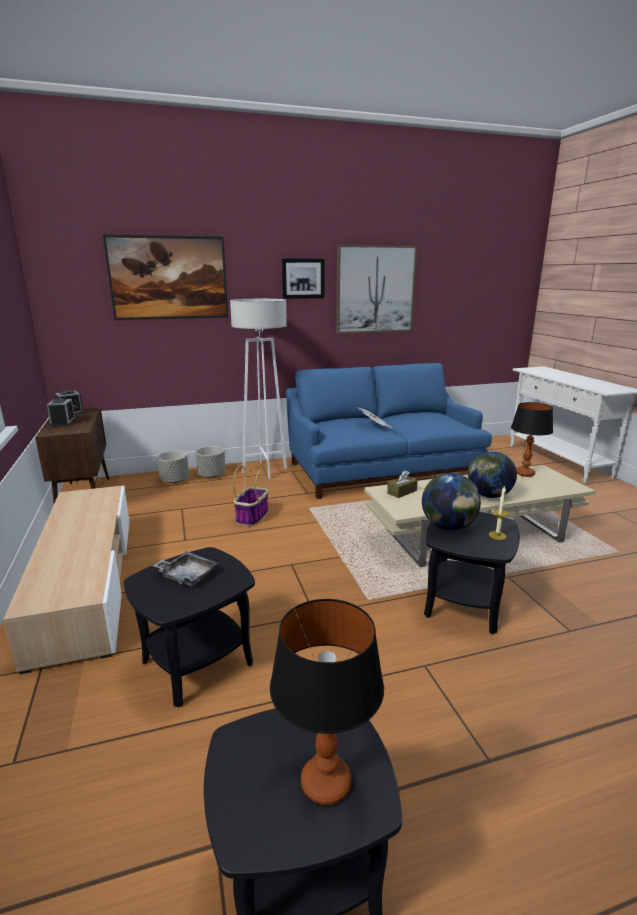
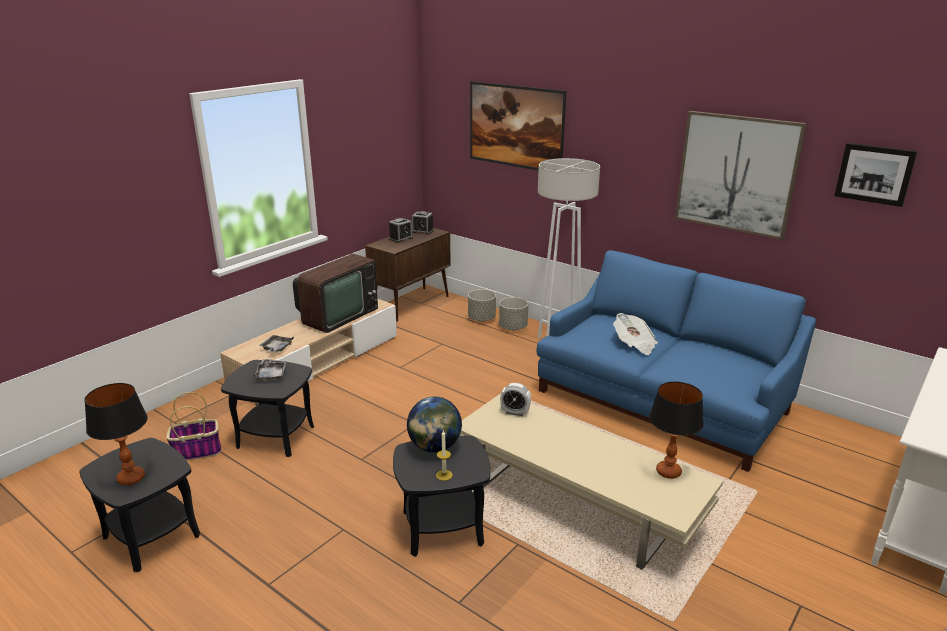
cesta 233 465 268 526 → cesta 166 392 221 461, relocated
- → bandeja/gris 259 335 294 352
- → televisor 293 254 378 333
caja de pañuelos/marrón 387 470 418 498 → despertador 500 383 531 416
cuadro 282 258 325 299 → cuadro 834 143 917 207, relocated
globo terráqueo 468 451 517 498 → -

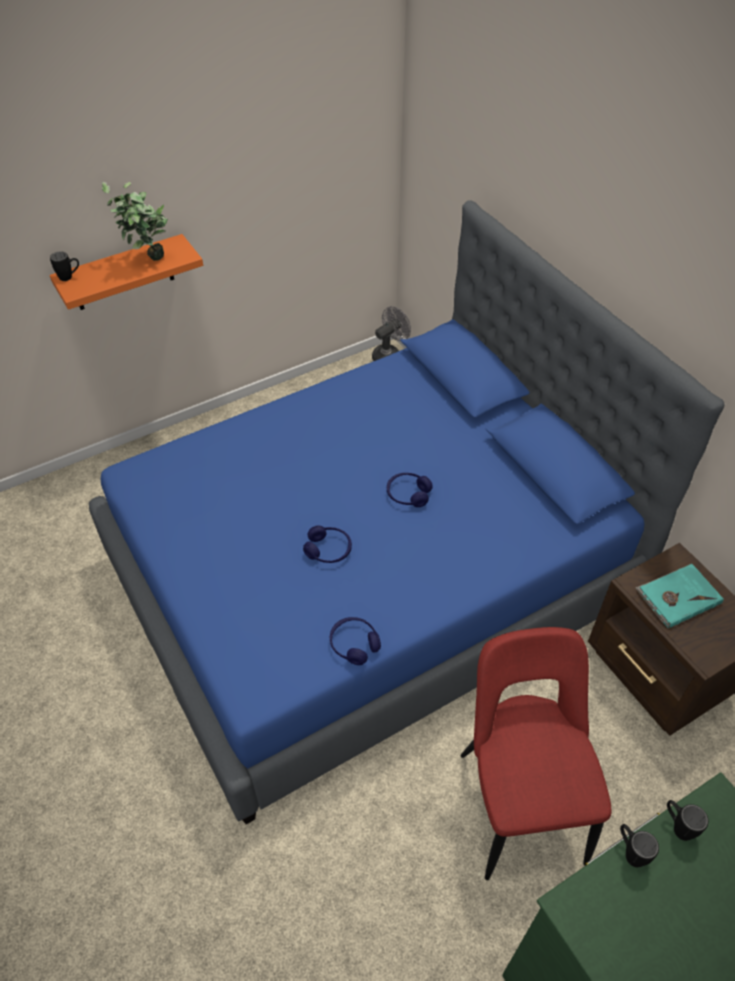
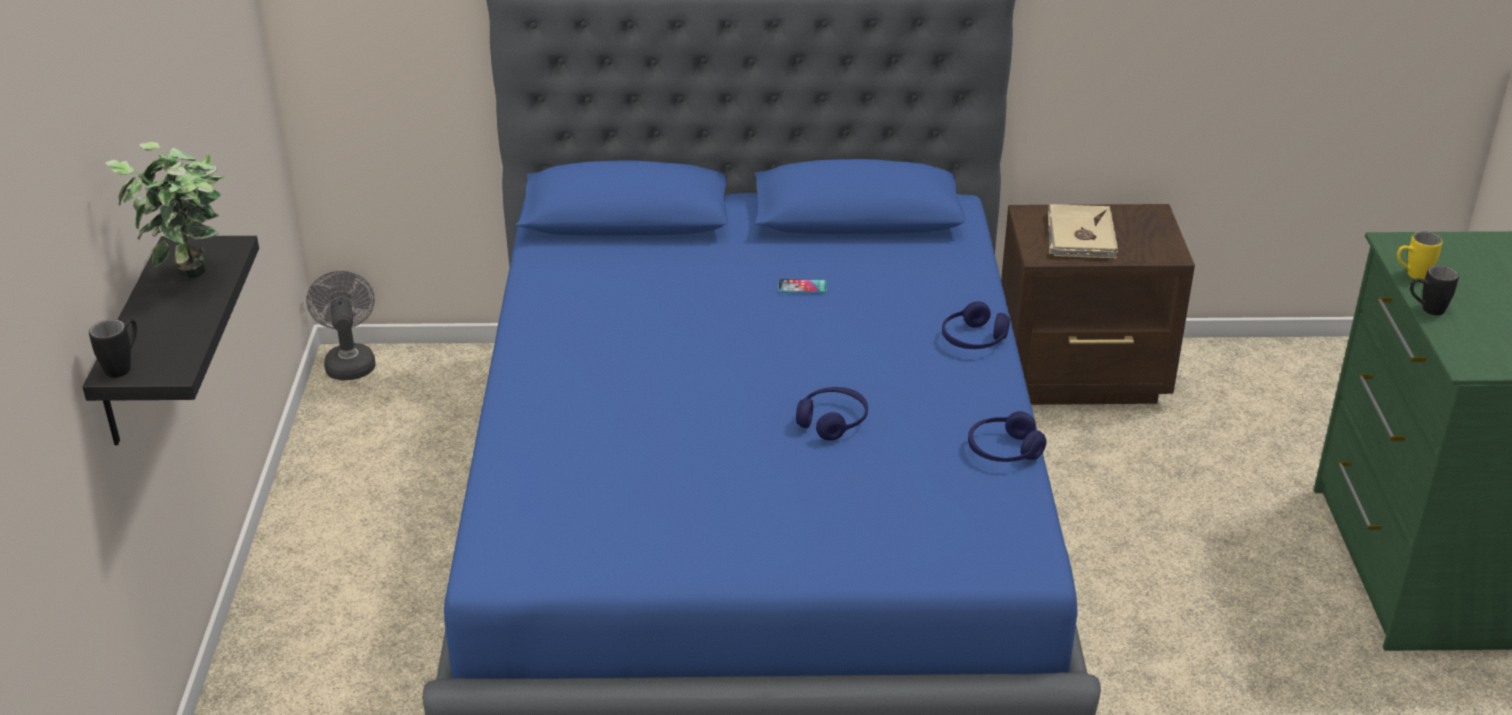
estante/naranja 50 234 203 310 → estante/negro 82 236 259 445
- → móvil 778 279 827 294
auriculares/azul 387 473 433 507 → auriculares/azul 942 301 1010 349, relocated
libro/turquesa 635 564 724 628 → libro/beis 1048 204 1118 259
taza grande/negro 667 800 708 841 → taza grande/amarillo 1397 231 1443 279
silla/rojo 461 627 612 880 → -

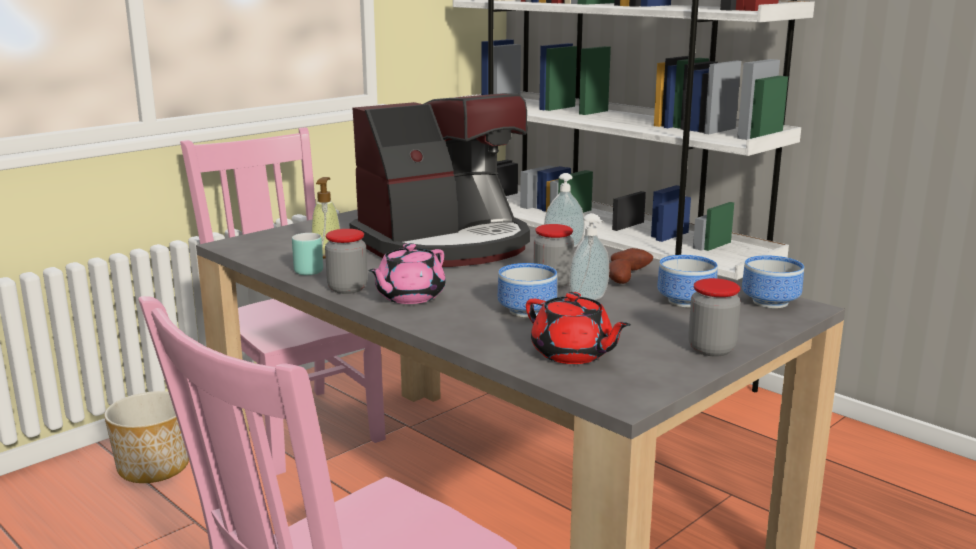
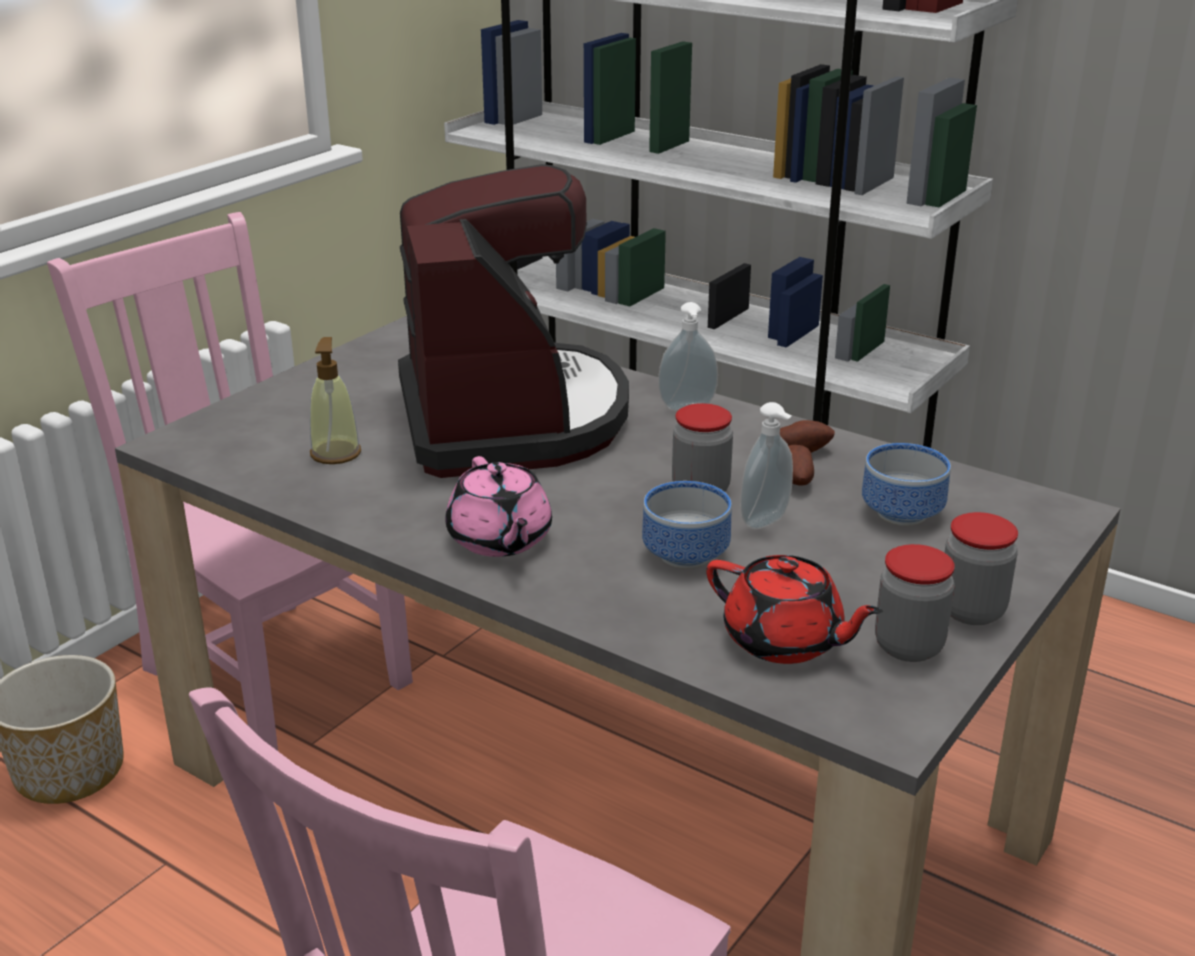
cafetera 349 93 530 267 → cafetera 398 164 629 478, 60 degrees counterclockwise
tetera/rosa 368 243 446 304 → tetera/rosa 445 456 552 557, 45 degrees counterclockwise
tarro 325 229 367 294 → tarro 875 544 955 662, relocated
taza grande/turquesa 292 233 323 275 → -
cuenco 742 255 804 308 → -

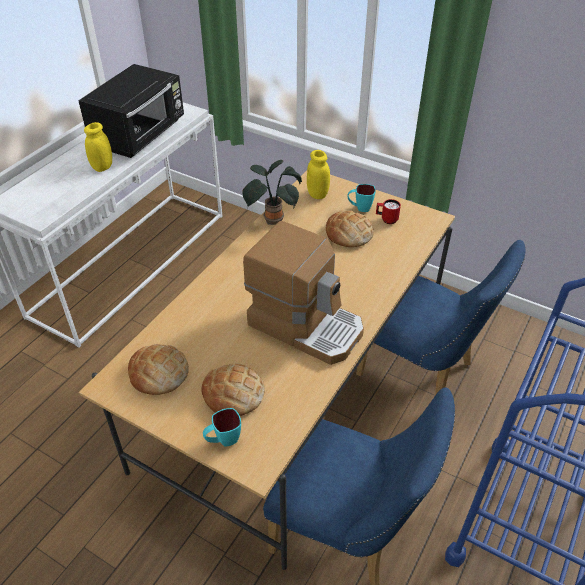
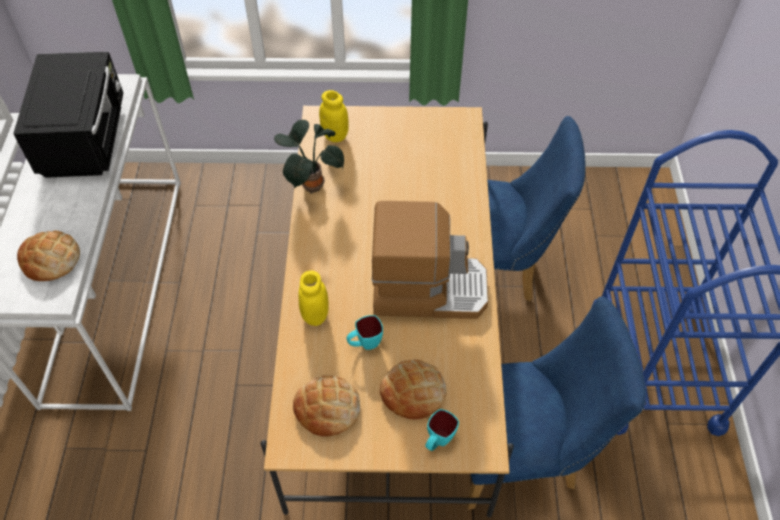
pan 326 211 374 247 → pan 17 230 80 281, relocated
tarro/amarillo 84 122 112 172 → tarro/amarillo 299 270 329 326, relocated
taza grande/turquesa 347 184 376 212 → taza grande/turquesa 347 315 383 350, relocated
taza grande/rojo 376 199 401 224 → -

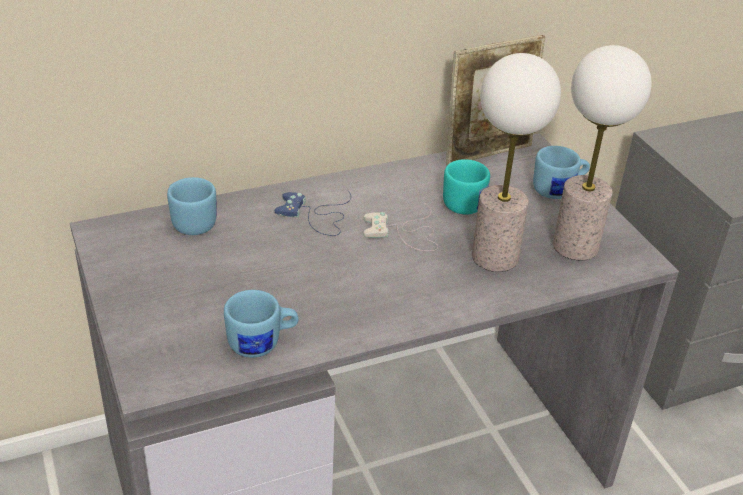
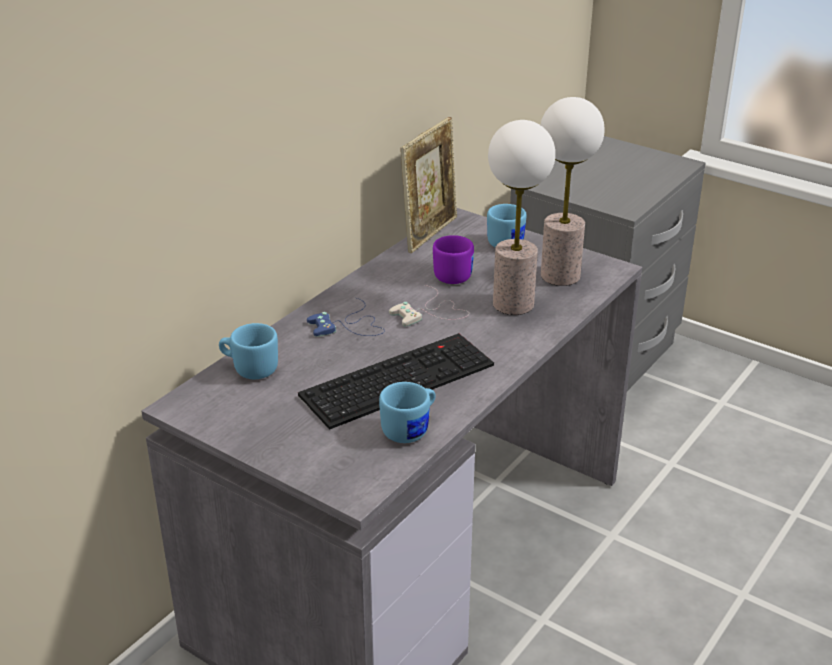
- → teclado 298 333 494 430
taza grande/turquesa 443 159 490 214 → taza grande/morado 433 235 474 284

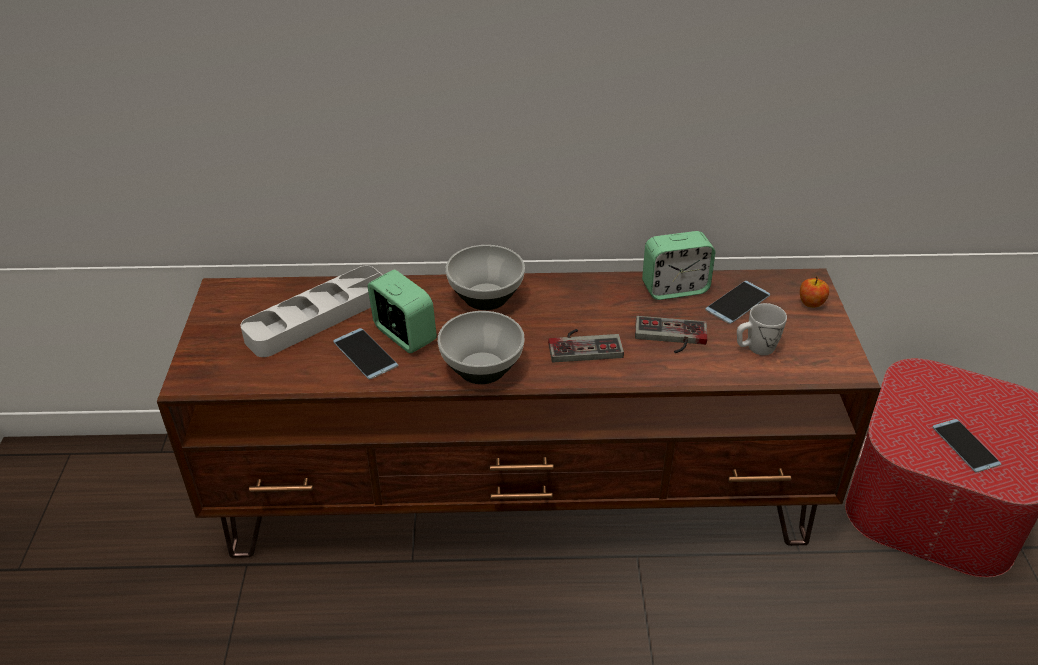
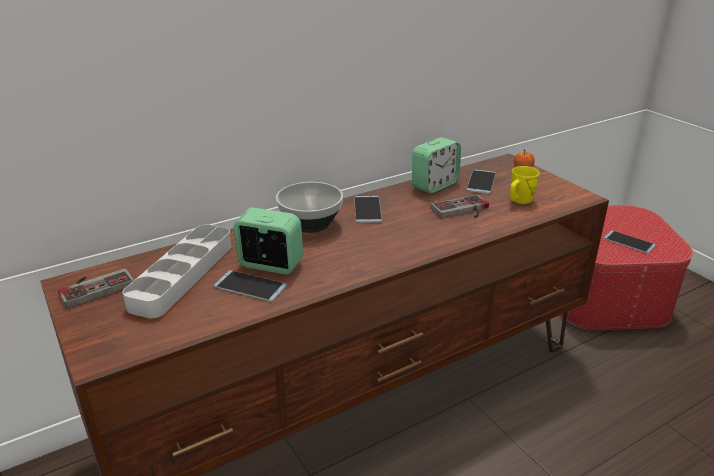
mando de consola 548 329 624 362 → mando de consola 58 268 134 308, relocated
- → móvil 354 196 382 223
taza grande/blanco 737 303 787 355 → taza grande/amarillo 510 166 540 204
cuenco 438 311 525 384 → -

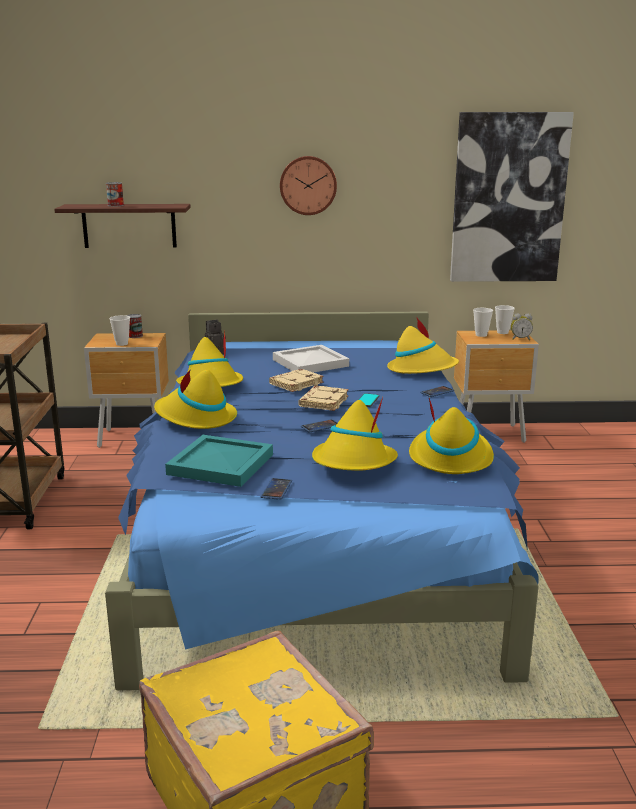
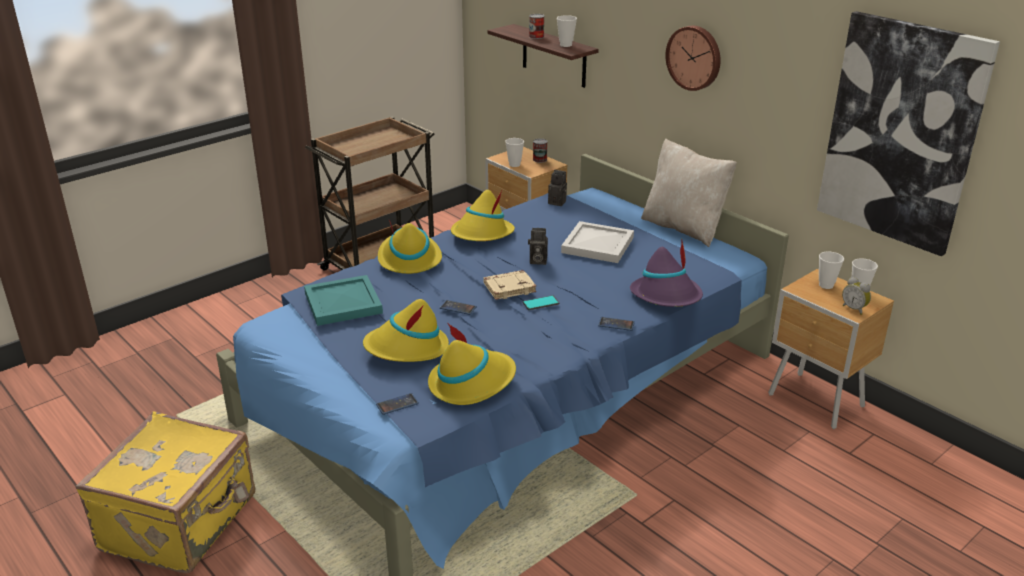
móvil 260 478 292 500 → móvil 376 393 419 415, relocated
libro/beis 269 369 324 392 → cámara 528 228 548 265
- → taza 557 15 577 47
sombrero/amarillo 387 318 459 374 → sombrero/morado 630 242 703 307
- → cojín/beis 641 138 737 247

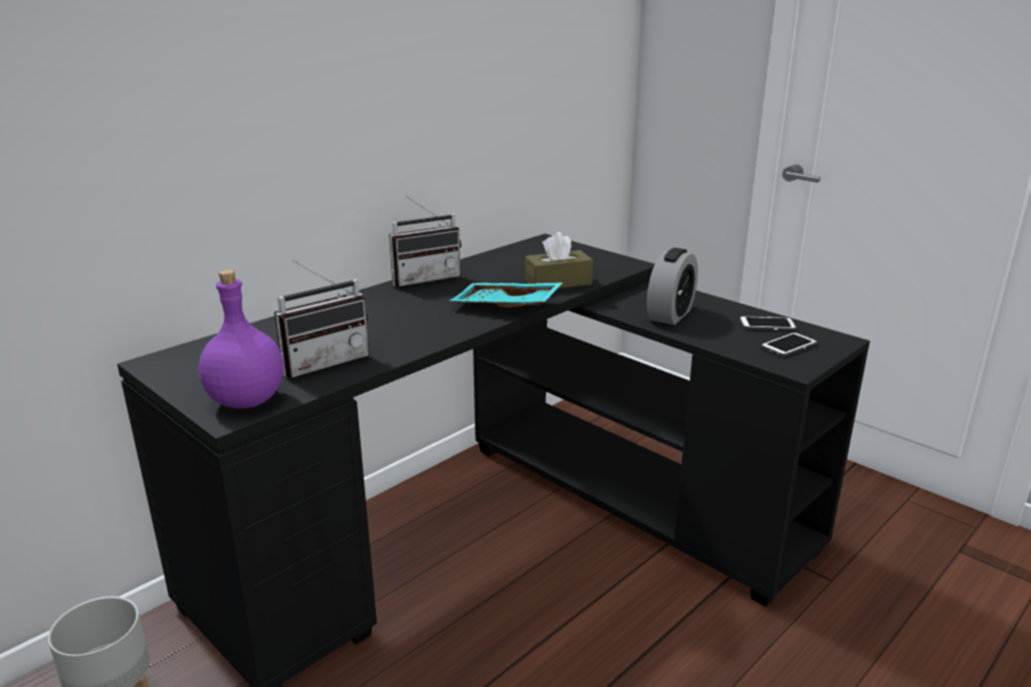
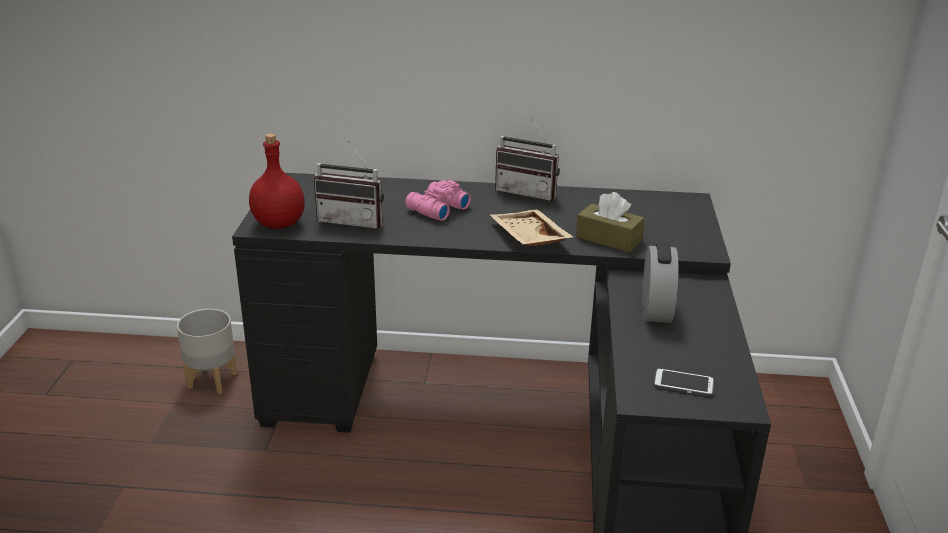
botella/morado 199 269 284 409 → botella/rojo 249 134 305 229
- → prismáticos/rosa 405 180 471 221
bandeja/turquesa 449 283 562 307 → bandeja/beis 490 210 573 246
despertador 647 248 698 325 → despertador 642 243 679 323, 75 degrees counterclockwise
móvil 739 316 797 331 → -

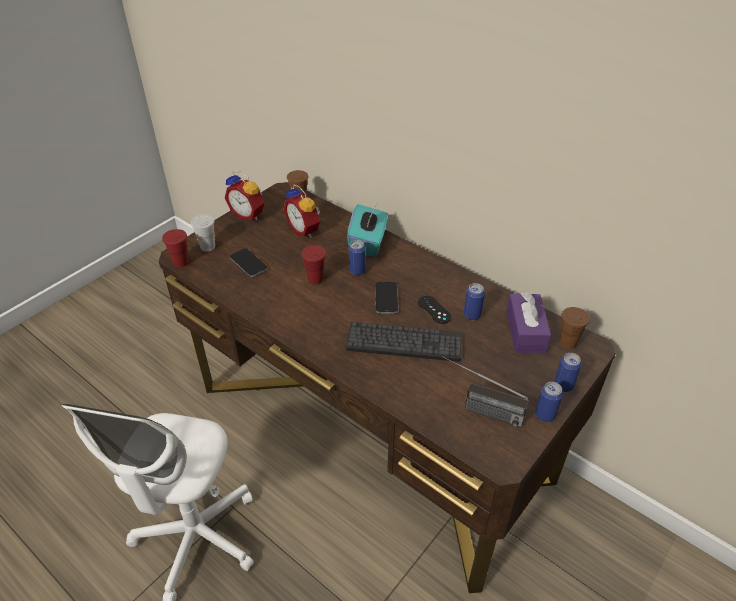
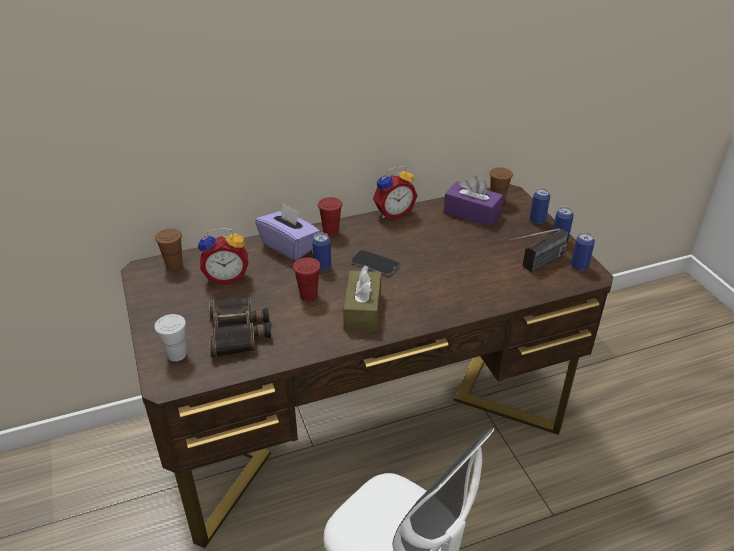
móvil 230 248 268 277 → prismáticos 209 297 271 357
caja de pañuelos/turquesa 347 204 388 256 → caja de pañuelos/morado 255 203 320 261
taza/rojo 162 229 189 267 → taza/rojo 318 197 342 237, relocated
- → caja de pañuelos/marrón 343 266 381 331
despertador 225 171 265 220 → despertador 373 166 417 219, relocated
lata 464 283 485 320 → lata 571 232 595 270, relocated
teclado 346 322 462 362 → -
mando de consola/negro 418 296 451 324 → -

